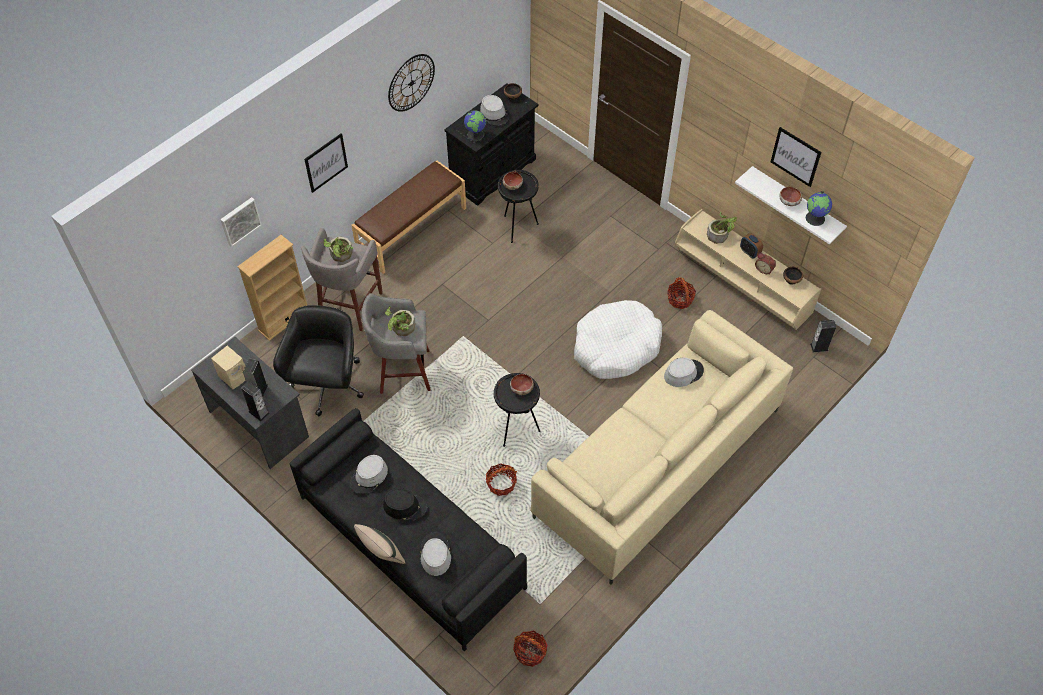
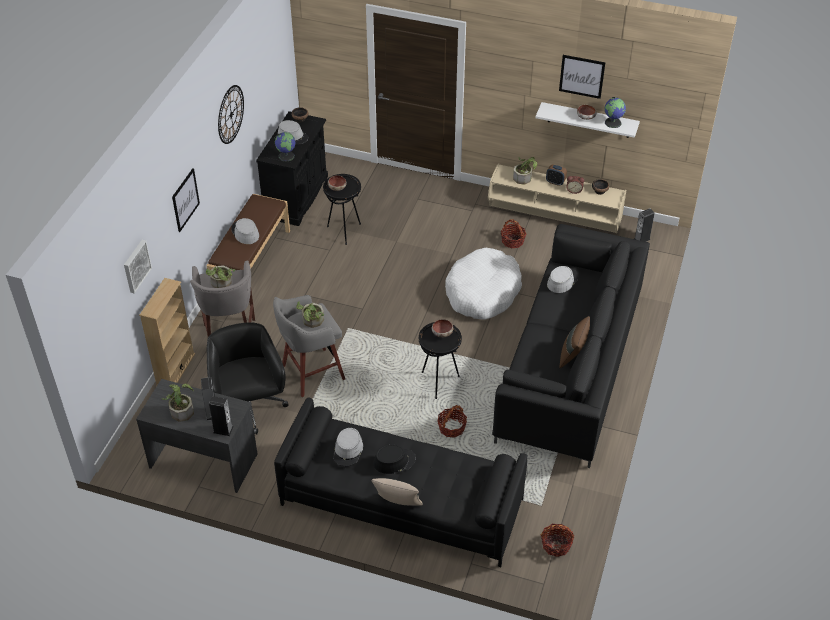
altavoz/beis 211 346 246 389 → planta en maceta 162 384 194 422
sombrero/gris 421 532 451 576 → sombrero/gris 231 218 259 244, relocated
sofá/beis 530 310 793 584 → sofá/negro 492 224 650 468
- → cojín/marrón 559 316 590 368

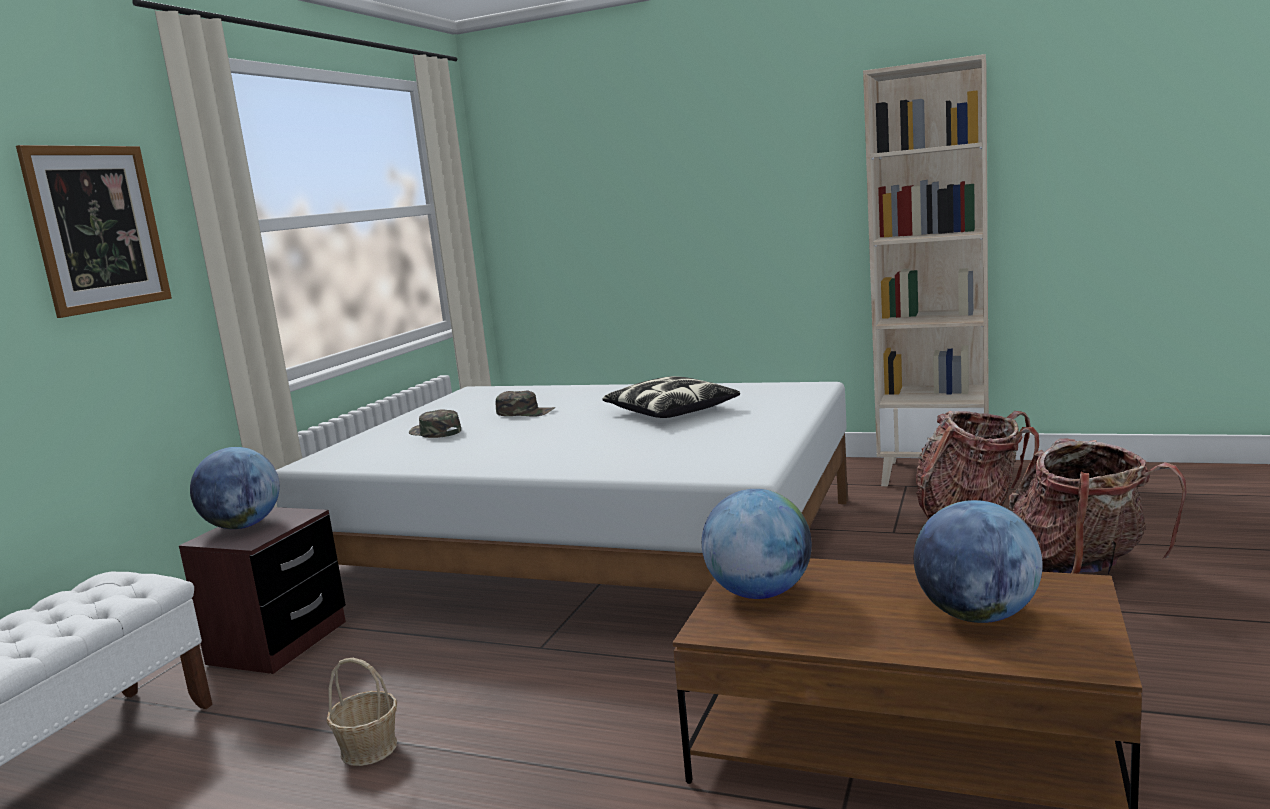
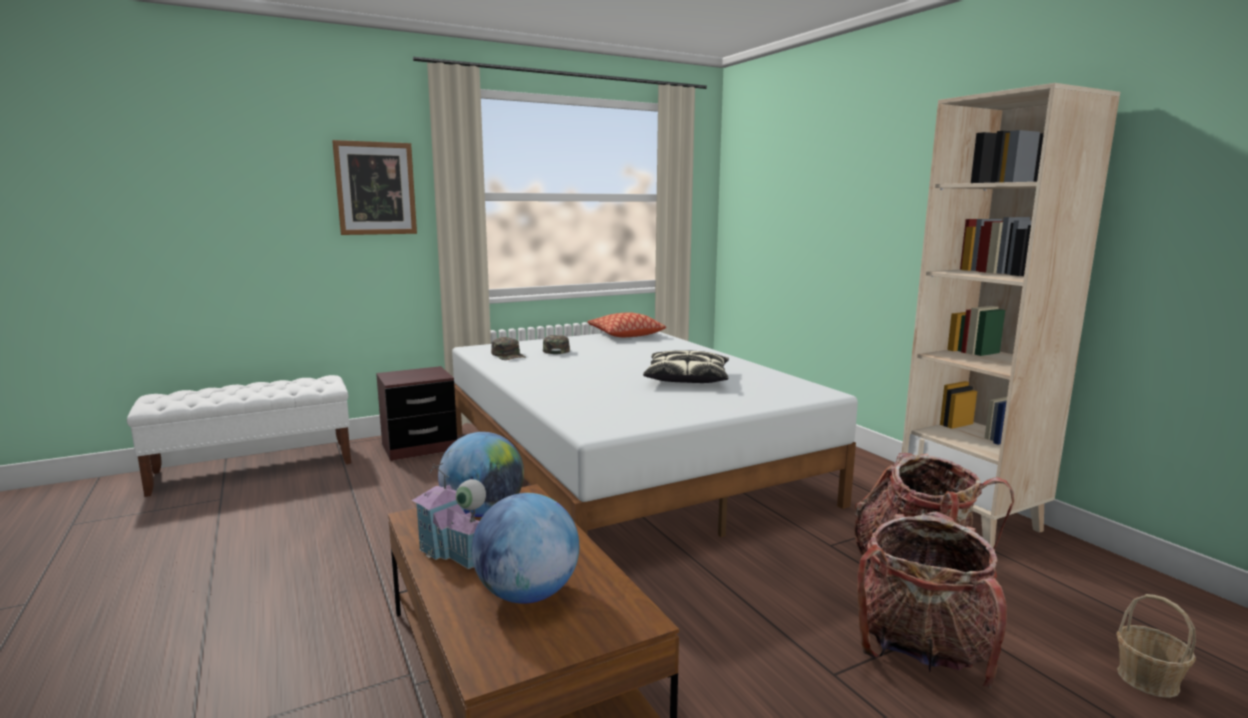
- → casita 411 463 486 569
gorra/verde 496 390 555 416 → gorra/verde 491 337 526 360, relocated
- → cojín 588 312 666 337
cesta 326 658 397 766 → cesta 1116 594 1196 698, relocated
globo terráqueo 190 447 280 529 → -

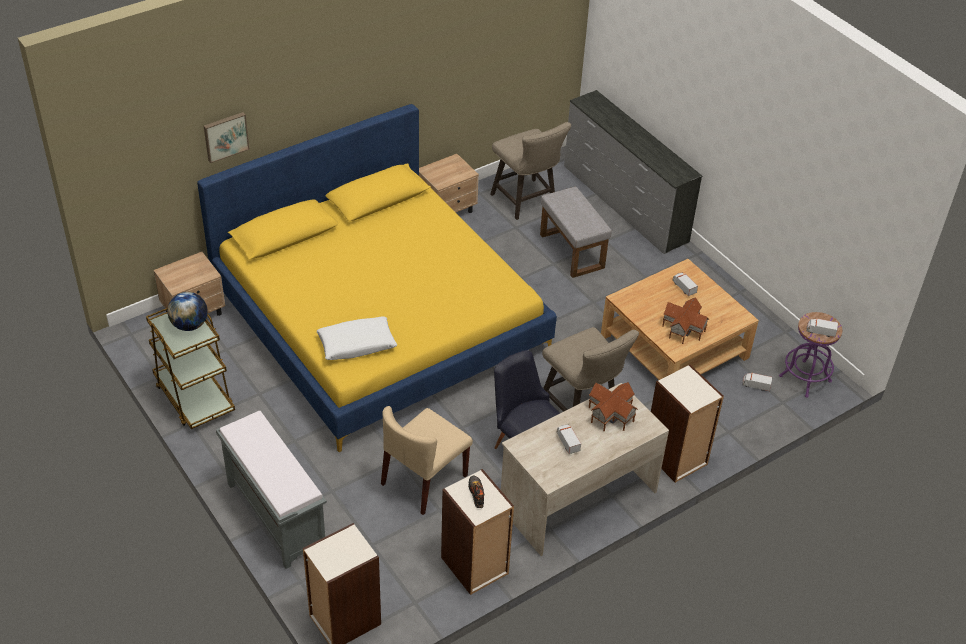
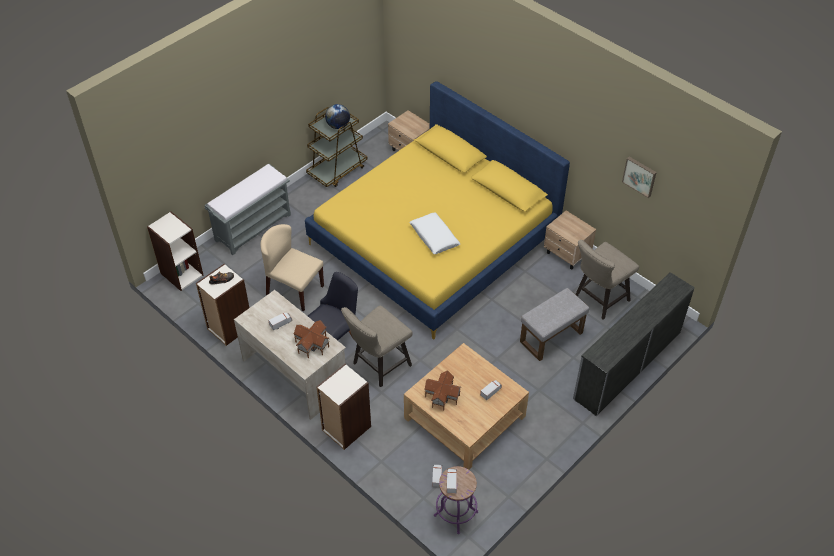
cojín/blanco 317 317 397 360 → cojín/blanco 410 212 460 254, relocated
cuadro 204 112 250 163 → cuadro 622 157 657 198, relocated

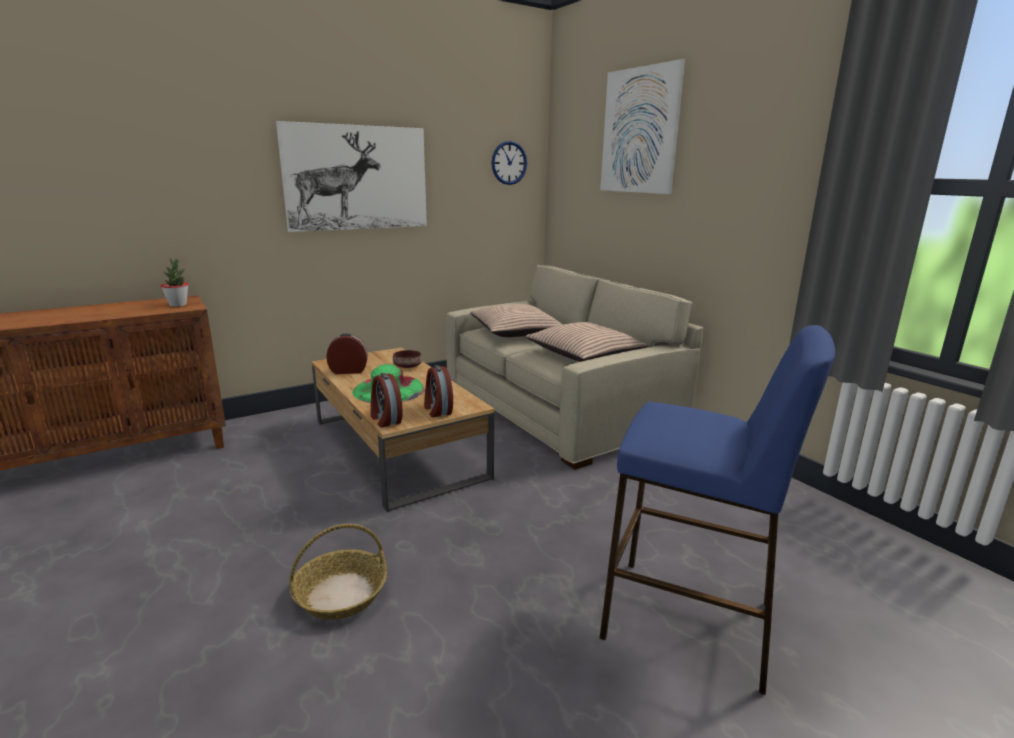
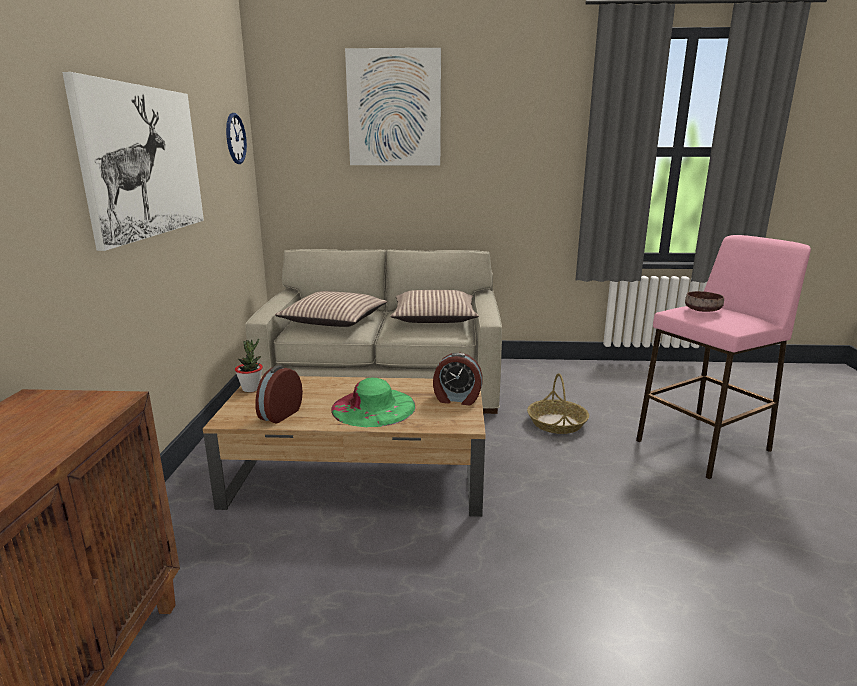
planta en maceta 161 258 188 307 → planta en maceta 235 338 263 392, relocated
cesta 289 524 387 620 → cesta 527 373 589 434, relocated
taburete/azul 600 325 835 695 → taburete/rosa 636 235 811 479
cuenco/marrón 393 350 422 368 → cuenco/marrón 685 291 724 312, relocated
despertador 371 373 403 427 → -

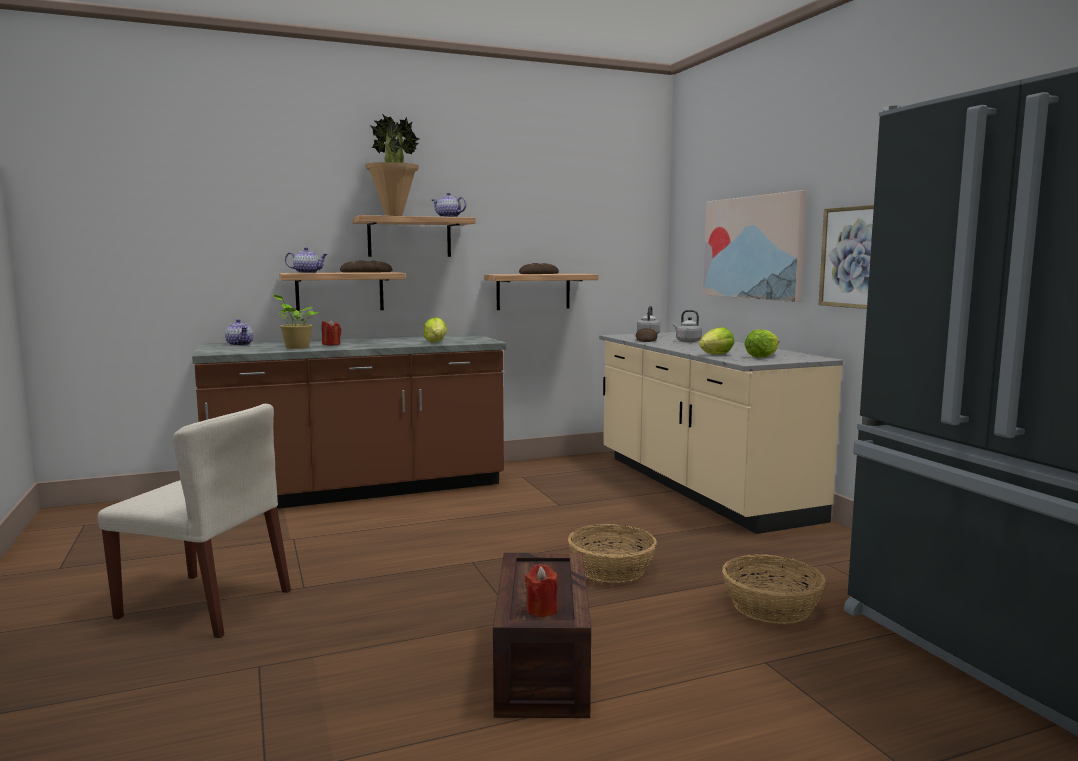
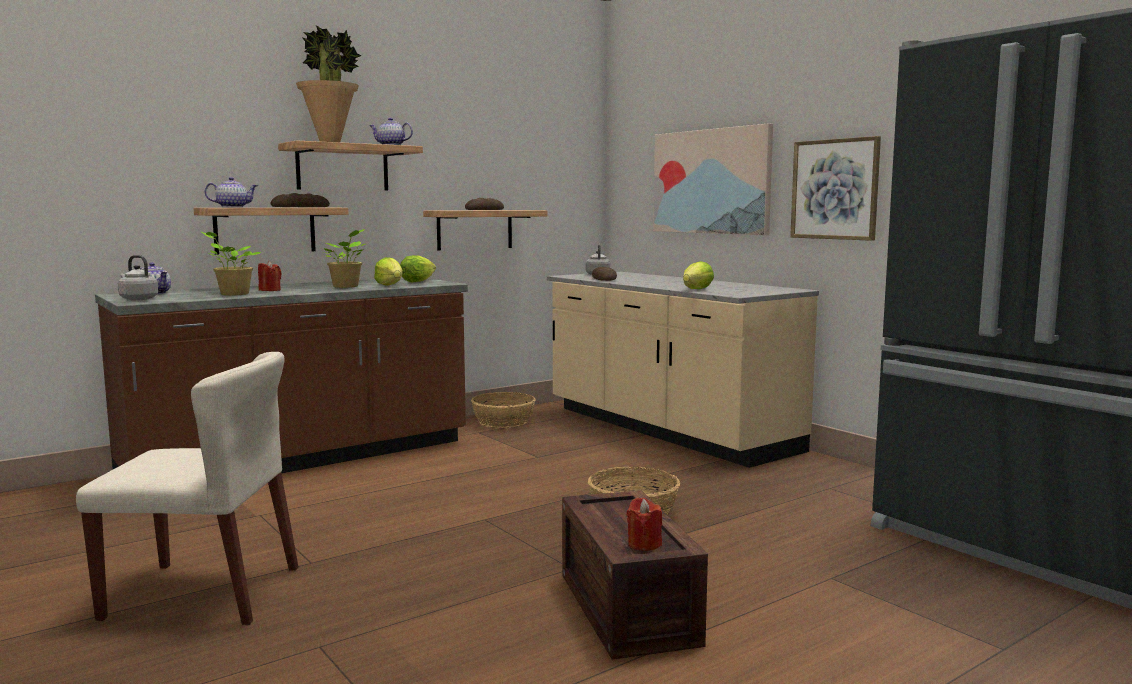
hervidor/gris 673 310 702 342 → hervidor/gris 118 255 158 300, relocated
- → planta en maceta 324 229 365 288
lechuga 744 330 779 358 → lechuga 400 255 436 282, relocated
cesta 722 554 826 624 → cesta 471 392 536 428, relocated

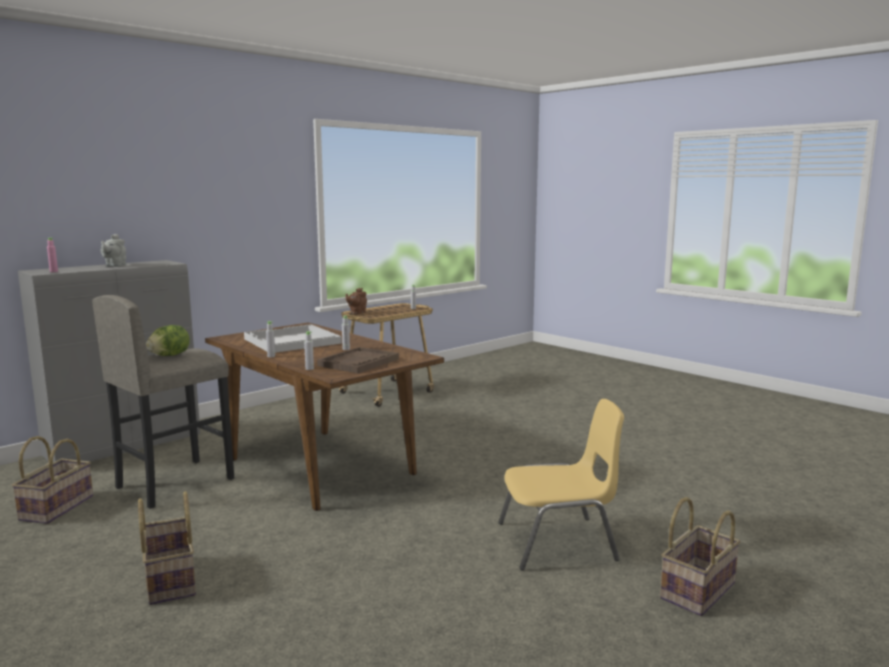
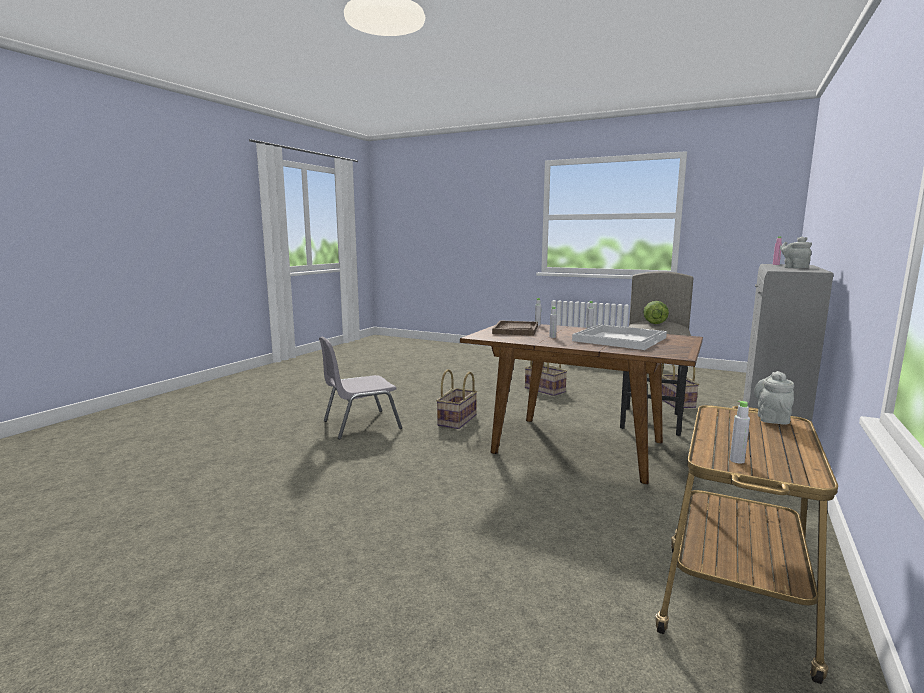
silla/amarillo 498 399 624 571 → silla/gris 319 336 402 439
cesta 660 497 741 616 → cesta 436 369 477 429, relocated
tetera/marrón 345 288 367 314 → tetera/gris 754 371 794 425

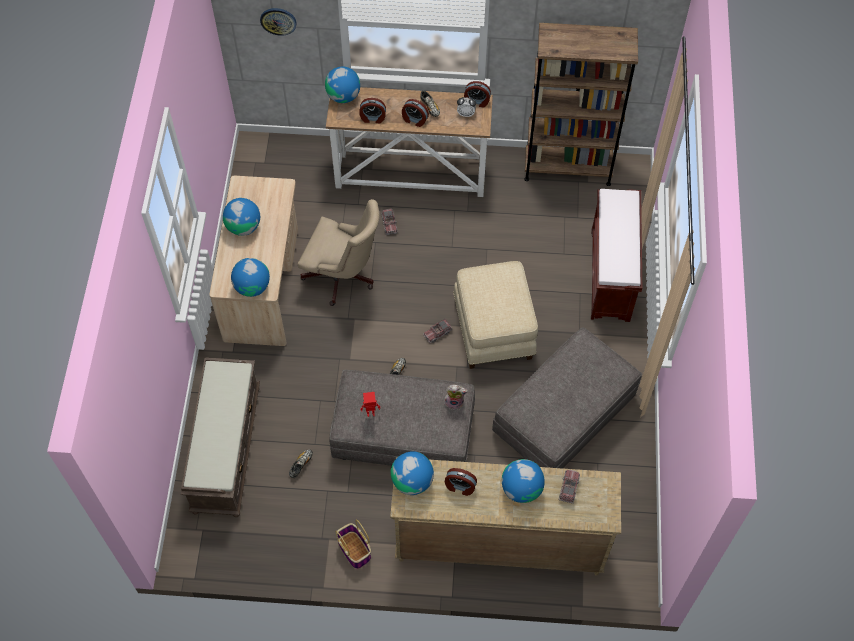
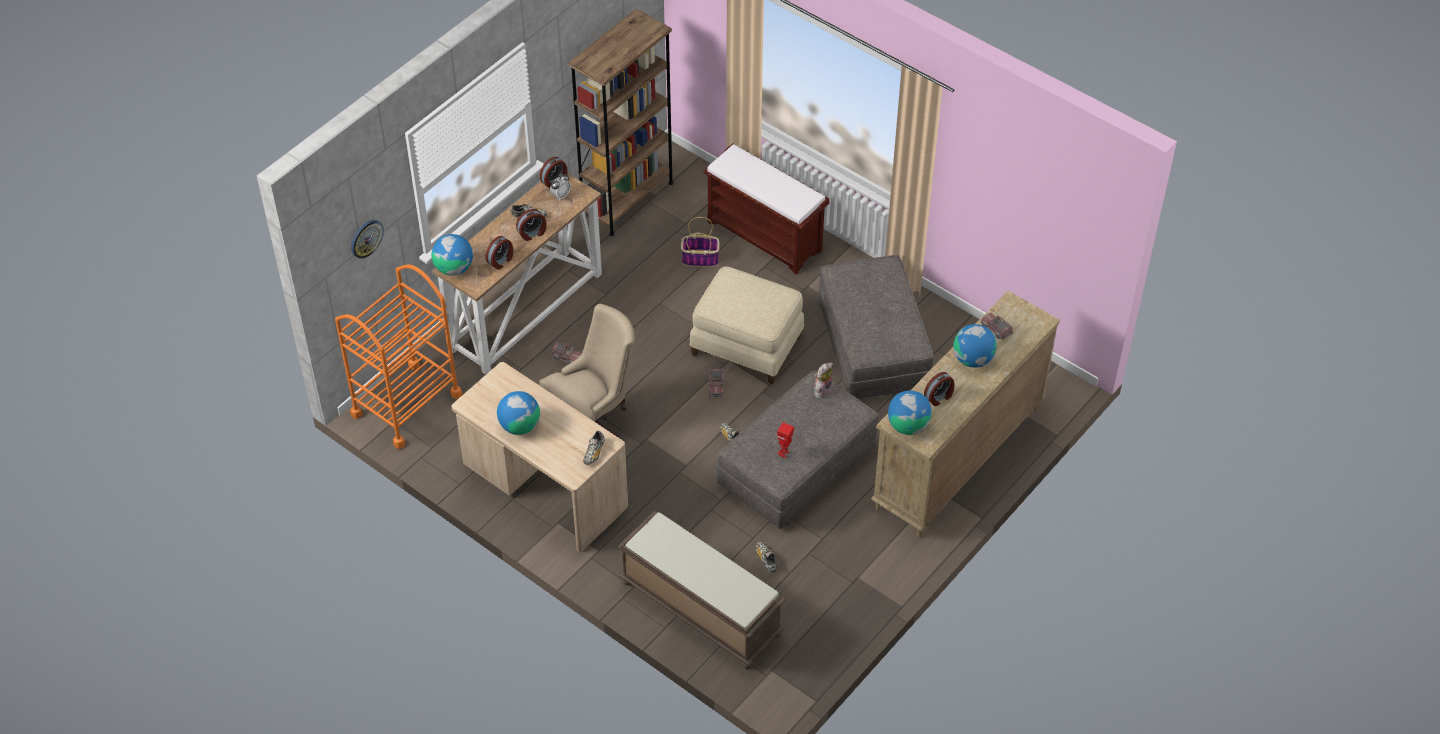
- → carrito/naranja 335 264 462 449
globo terráqueo 231 258 270 297 → zapato 583 431 605 465
cesta 335 520 371 569 → cesta 681 217 720 267, relocated

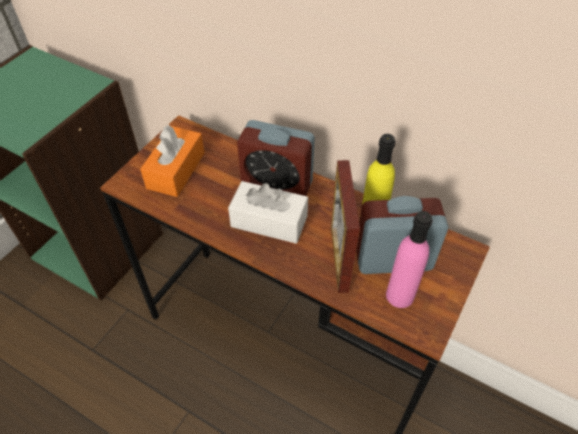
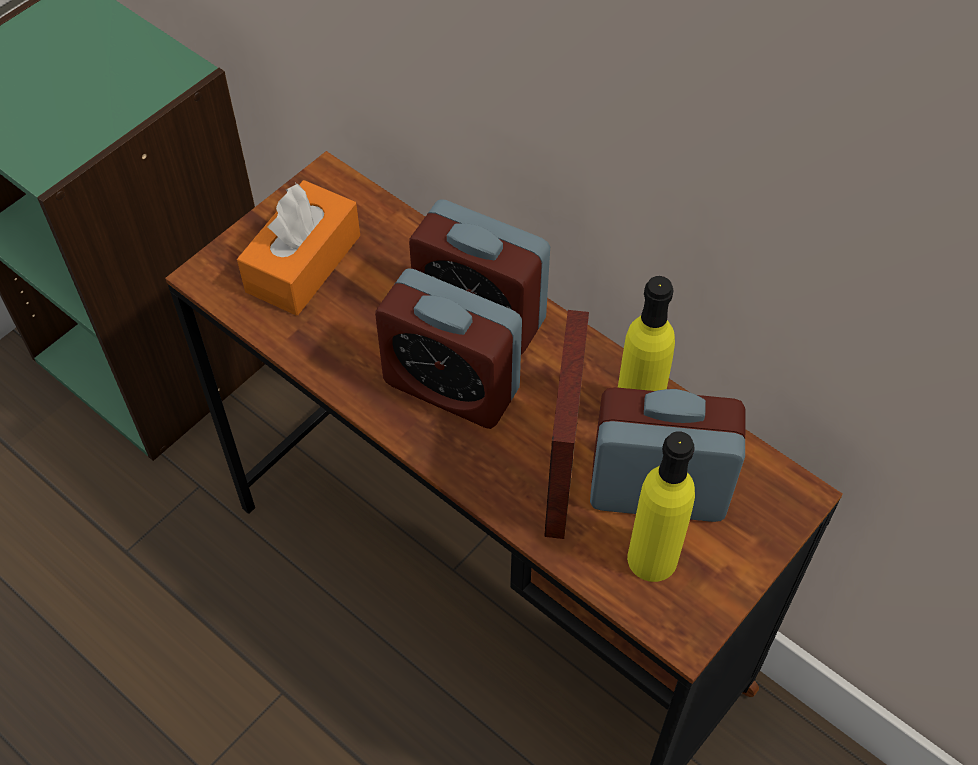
caja de pañuelos/blanco 228 181 308 244 → despertador 375 268 522 429
botella/rosa 386 211 432 308 → botella/amarillo 627 431 695 582

